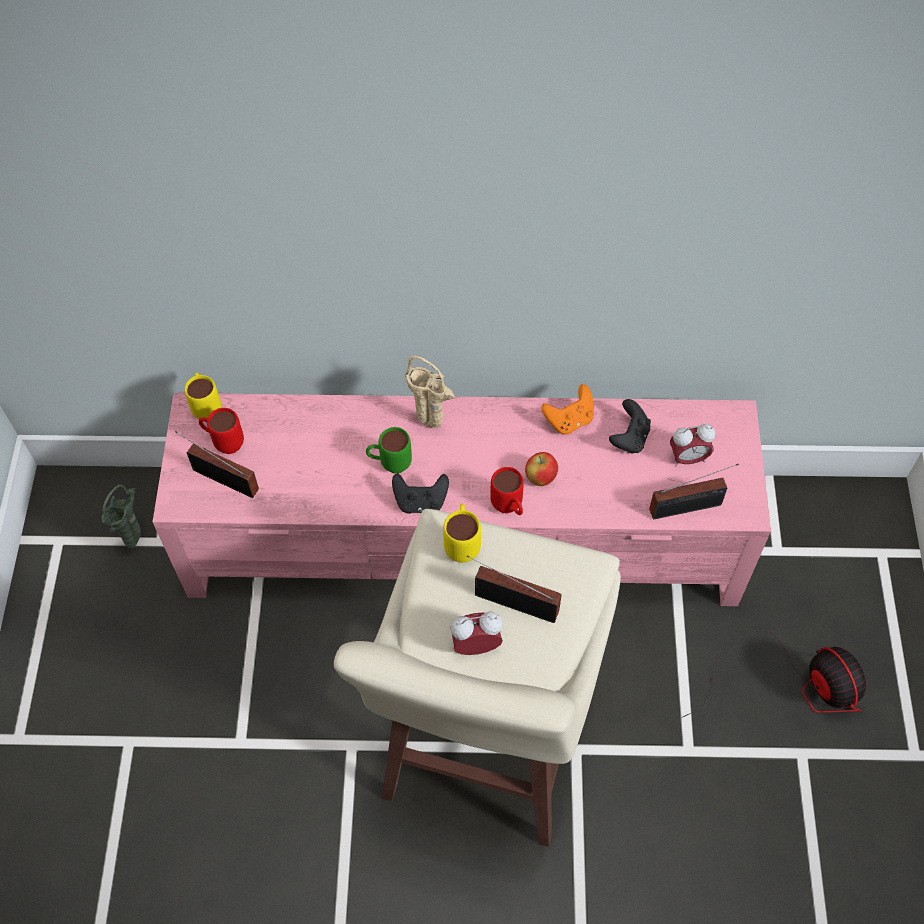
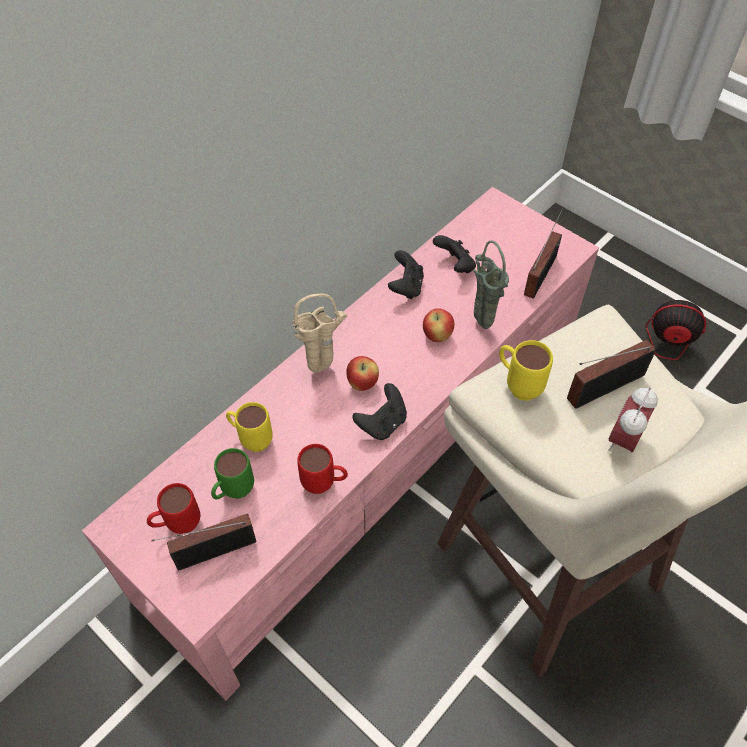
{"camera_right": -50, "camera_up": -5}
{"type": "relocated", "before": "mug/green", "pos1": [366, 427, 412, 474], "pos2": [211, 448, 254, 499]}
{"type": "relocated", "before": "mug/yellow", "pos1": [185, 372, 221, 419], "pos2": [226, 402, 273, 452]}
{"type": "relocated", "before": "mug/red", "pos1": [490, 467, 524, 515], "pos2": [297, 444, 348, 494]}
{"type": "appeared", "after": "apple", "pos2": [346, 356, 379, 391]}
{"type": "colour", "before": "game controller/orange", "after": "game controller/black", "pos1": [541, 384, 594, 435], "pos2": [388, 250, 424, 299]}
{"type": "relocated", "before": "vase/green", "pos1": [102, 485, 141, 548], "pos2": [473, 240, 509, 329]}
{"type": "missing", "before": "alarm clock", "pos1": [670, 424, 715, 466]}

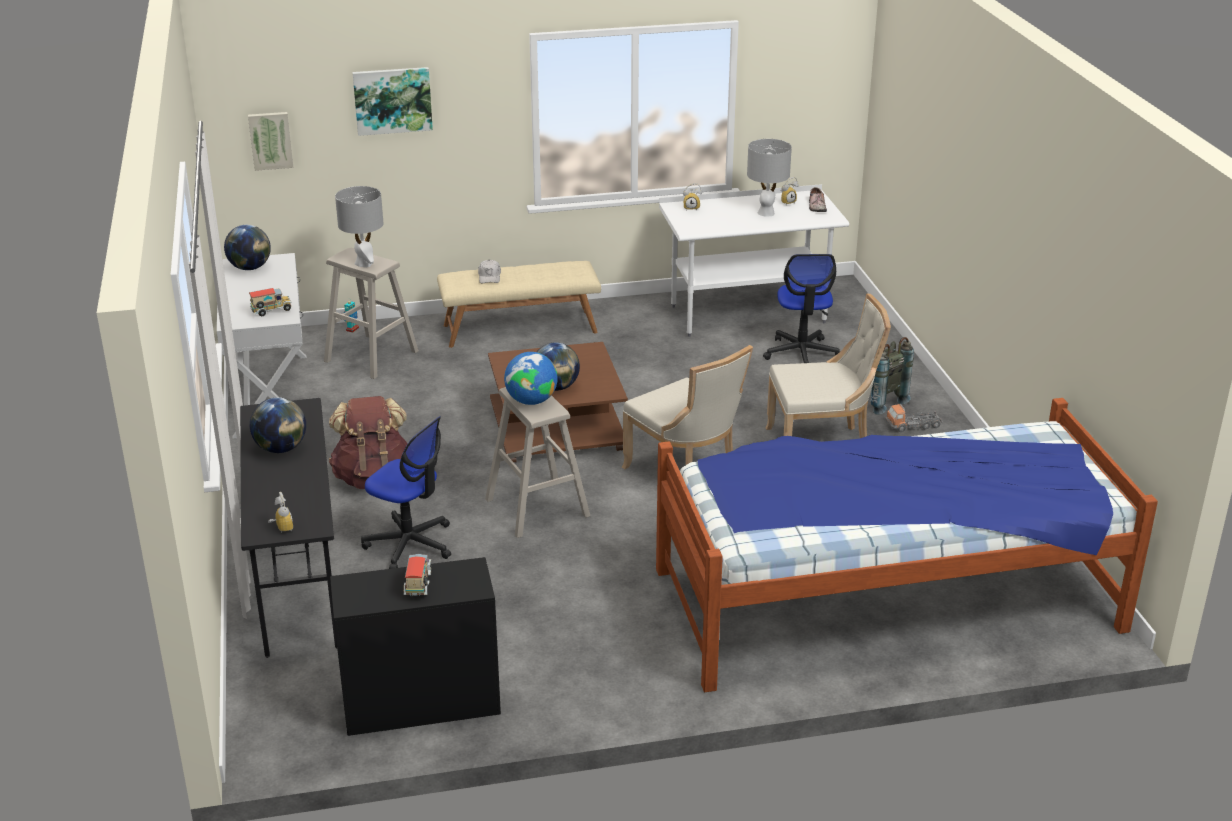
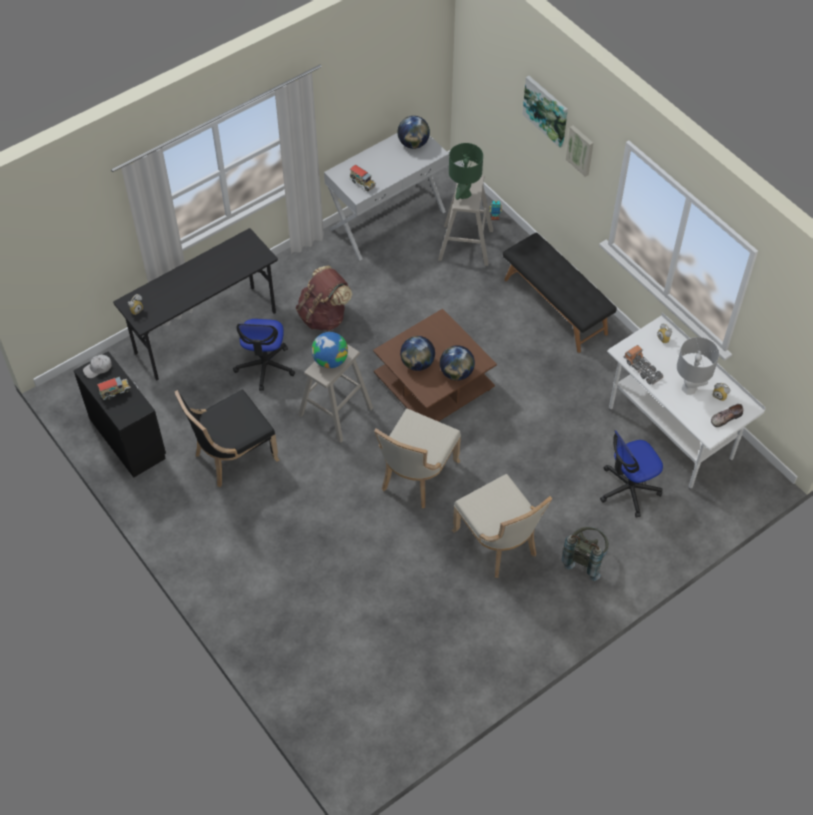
{"camera_right": 65, "camera_up": 25}
{"type": "relocated", "before": "cap/white", "pos1": [478, 260, 501, 283], "pos2": [83, 355, 112, 378]}
{"type": "appeared", "after": "chair/black", "pos2": [175, 390, 279, 487]}
{"type": "relocated", "before": "globe", "pos1": [250, 397, 306, 453], "pos2": [440, 345, 475, 381]}
{"type": "colour", "before": "table lamp/grey", "after": "table lamp/green", "pos1": [335, 186, 383, 267], "pos2": [449, 143, 483, 200]}
{"type": "colour", "before": "bench/beige", "after": "bench/black", "pos1": [437, 261, 601, 348], "pos2": [503, 233, 617, 353]}
{"type": "relocated", "before": "picture", "pos1": [248, 112, 293, 171], "pos2": [566, 125, 593, 177]}
{"type": "relocated", "before": "toy truck", "pos1": [885, 404, 943, 432], "pos2": [623, 345, 663, 385]}
{"type": "missing", "before": "bed", "pos1": [656, 398, 1158, 692]}

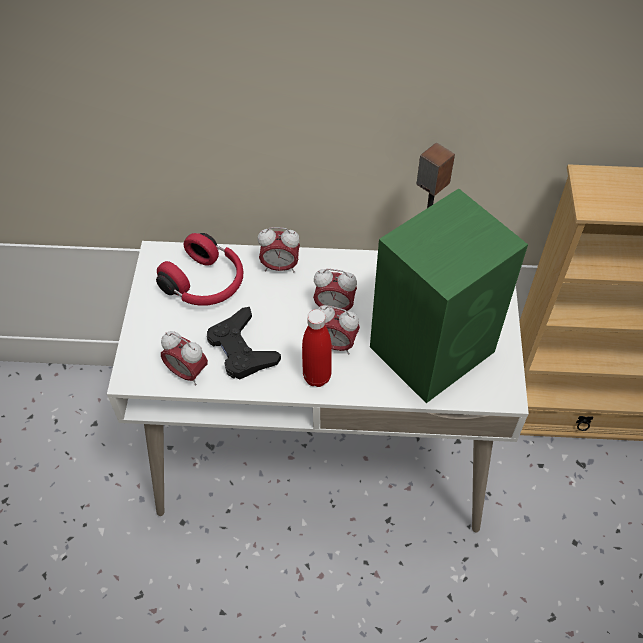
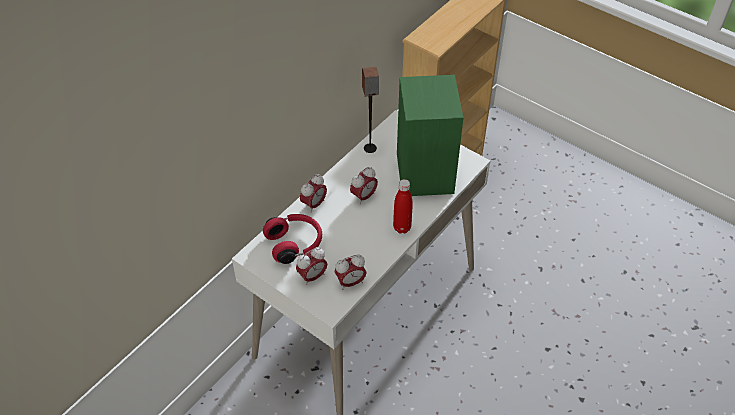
{"camera_right": -55, "camera_up": -5}
{"type": "relocated", "before": "alarm clock", "pos1": [318, 305, 360, 355], "pos2": [296, 247, 327, 285]}
{"type": "missing", "before": "game controller/black", "pos1": [207, 307, 281, 379]}

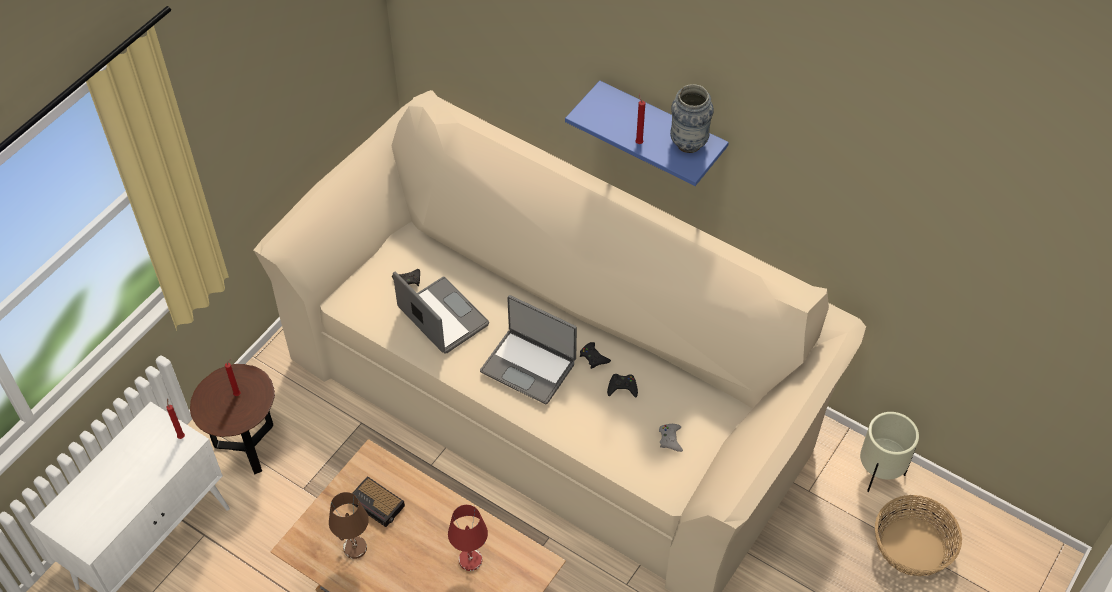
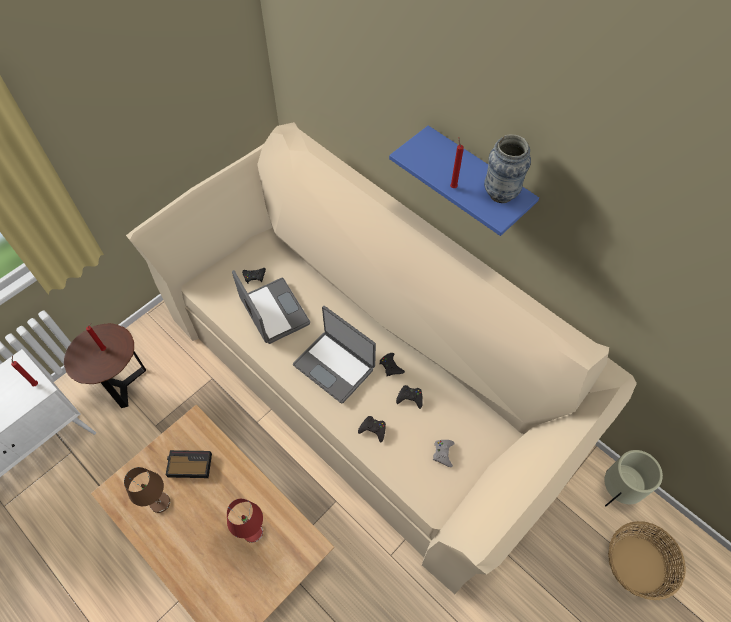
{"camera_right": 10, "camera_up": 5}
{"type": "spun", "before": "alarm clock", "pos1": [352, 476, 405, 527], "pos2": [166, 450, 212, 478], "turn": 135}
{"type": "appeared", "after": "game controller/black", "pos2": [358, 416, 386, 443]}

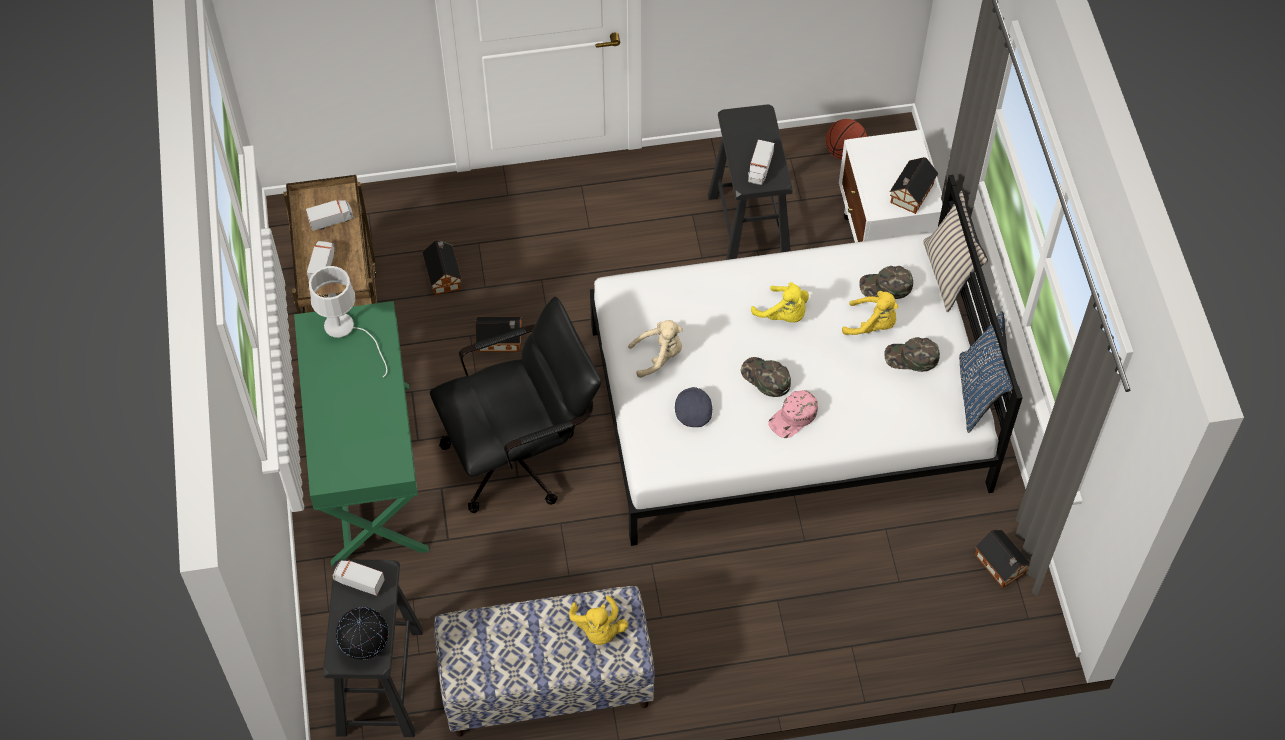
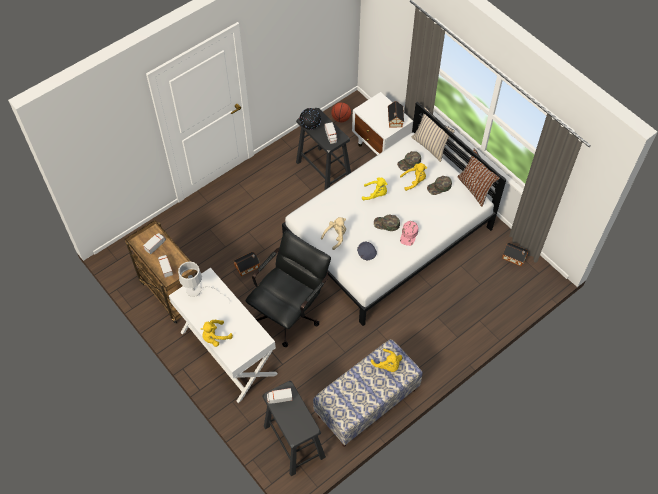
{"camera_right": -30, "camera_up": 0}
{"type": "colour", "before": "desk/green", "after": "desk/white", "pos1": [294, 301, 429, 566], "pos2": [169, 268, 278, 403]}
{"type": "appeared", "after": "plush toy/yellow", "pos2": [201, 320, 233, 347]}
{"type": "relocated", "before": "globe", "pos1": [336, 607, 389, 660], "pos2": [299, 108, 321, 130]}
{"type": "colour", "before": "pillow/blue", "after": "pillow/brown", "pos1": [959, 311, 1013, 433], "pos2": [457, 149, 500, 207]}
{"type": "missing", "before": "toy house", "pos1": [422, 240, 462, 295]}

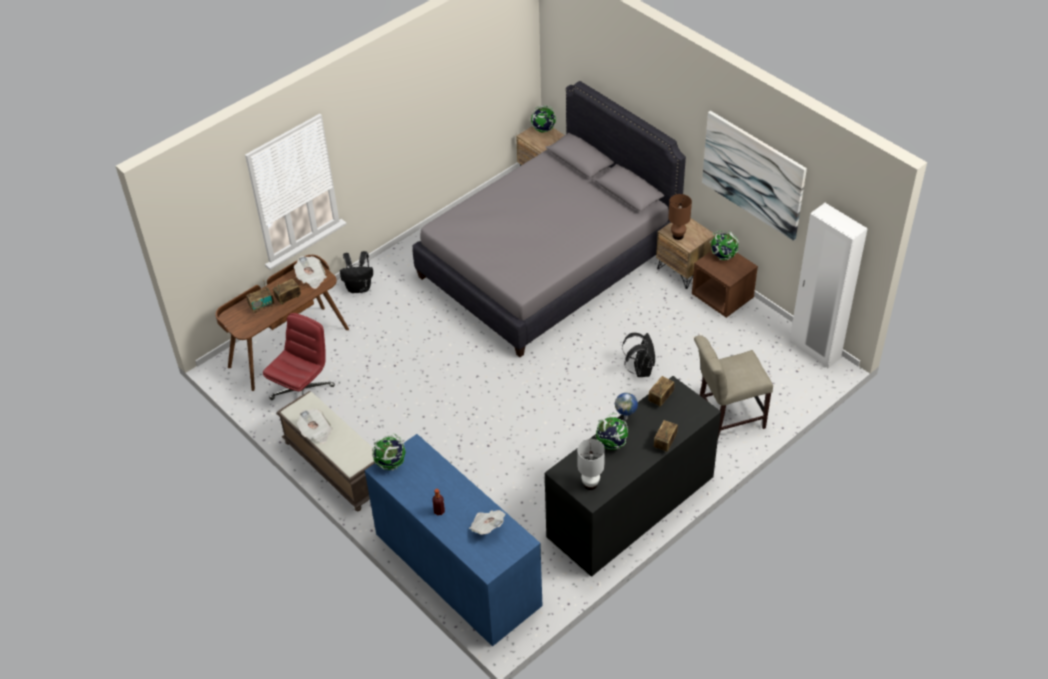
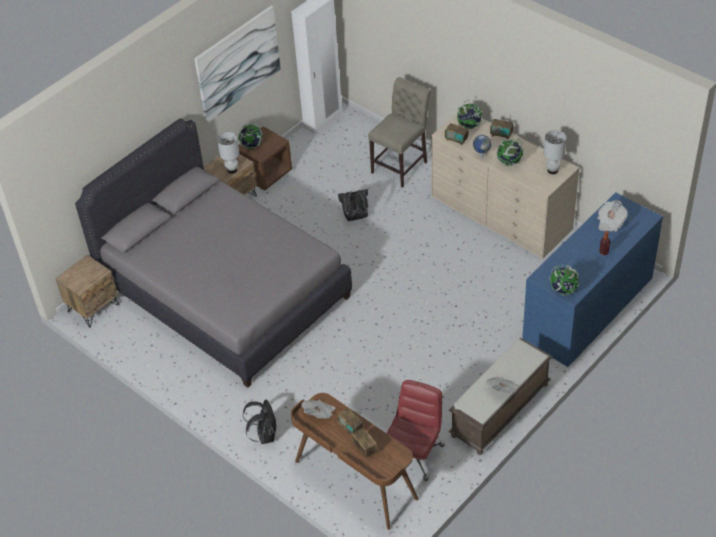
{"camera_right": -95, "camera_up": 0}
{"type": "colour", "before": "table lamp/brown", "after": "table lamp/white", "pos1": [668, 194, 692, 240], "pos2": [217, 132, 239, 174]}
{"type": "spun", "before": "chair/beige", "pos1": [694, 335, 773, 438], "pos2": [368, 77, 431, 188], "turn": -120}
{"type": "spun", "before": "office chair/red", "pos1": [263, 313, 335, 400], "pos2": [387, 380, 445, 481], "turn": 90}
{"type": "colour", "before": "dresser/black", "after": "dresser/beige", "pos1": [545, 376, 721, 577], "pos2": [431, 113, 579, 258]}
{"type": "relocated", "before": "globe", "pos1": [531, 105, 556, 133], "pos2": [457, 100, 483, 129]}

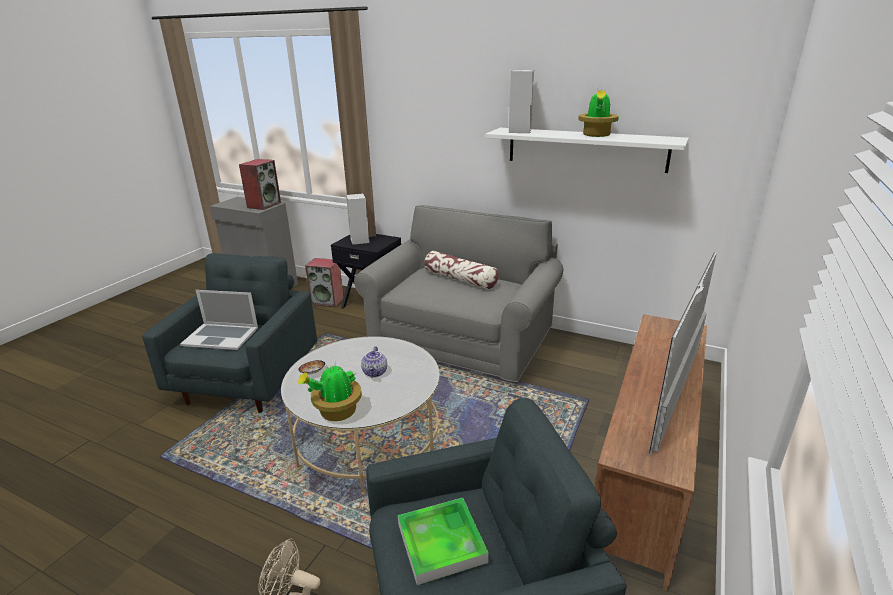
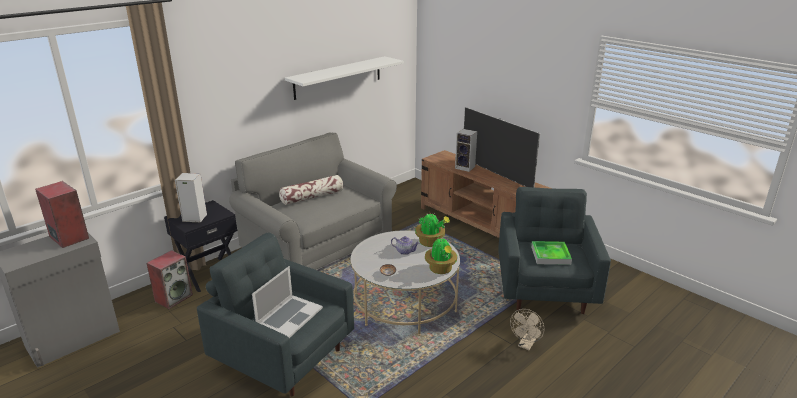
{"camera_right": -70, "camera_up": 0}
{"type": "relocated", "before": "potted plant", "pos1": [578, 90, 619, 137], "pos2": [415, 213, 450, 247]}
{"type": "relocated", "before": "speaker", "pos1": [509, 70, 534, 133], "pos2": [455, 129, 477, 172]}

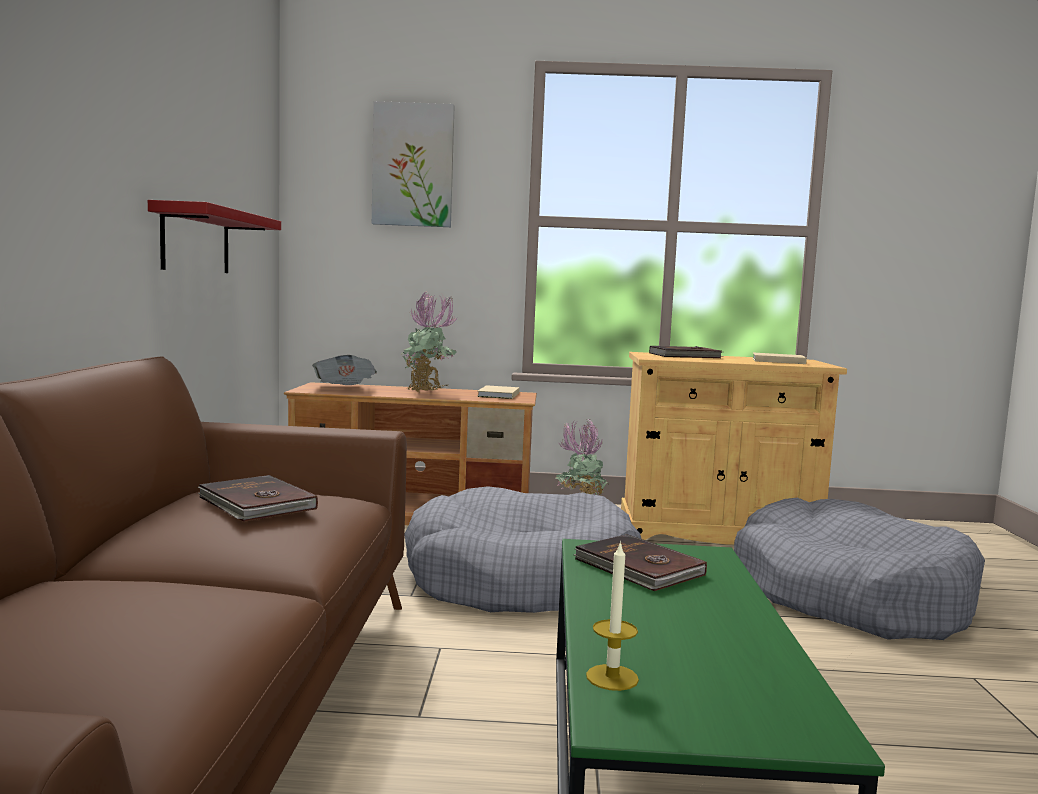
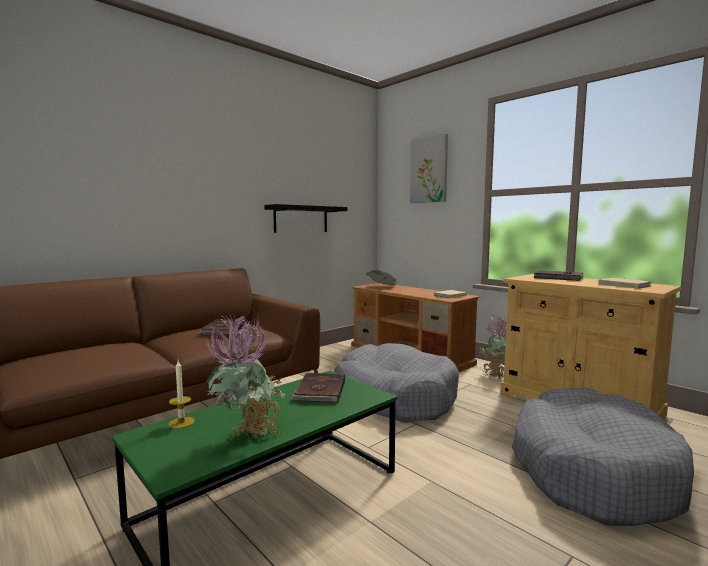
{"camera_right": 45, "camera_up": 0}
{"type": "relocated", "before": "potted plant", "pos1": [401, 291, 457, 392], "pos2": [205, 312, 285, 442]}
{"type": "colour", "before": "shelf/red", "after": "shelf/black", "pos1": [148, 200, 281, 273], "pos2": [265, 204, 347, 233]}

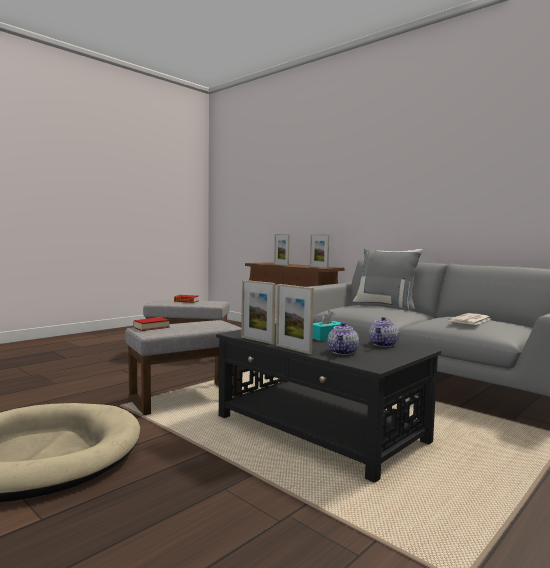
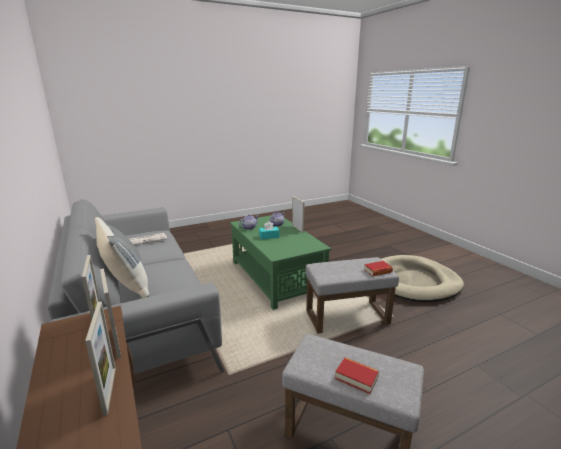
{"camera_right": -160, "camera_up": 15}
{"type": "relocated", "before": "picture frame", "pos1": [241, 280, 276, 344], "pos2": [100, 269, 121, 358]}
{"type": "colour", "before": "coffee table/black", "after": "coffee table/green", "pos1": [216, 323, 441, 483], "pos2": [230, 216, 331, 310]}

